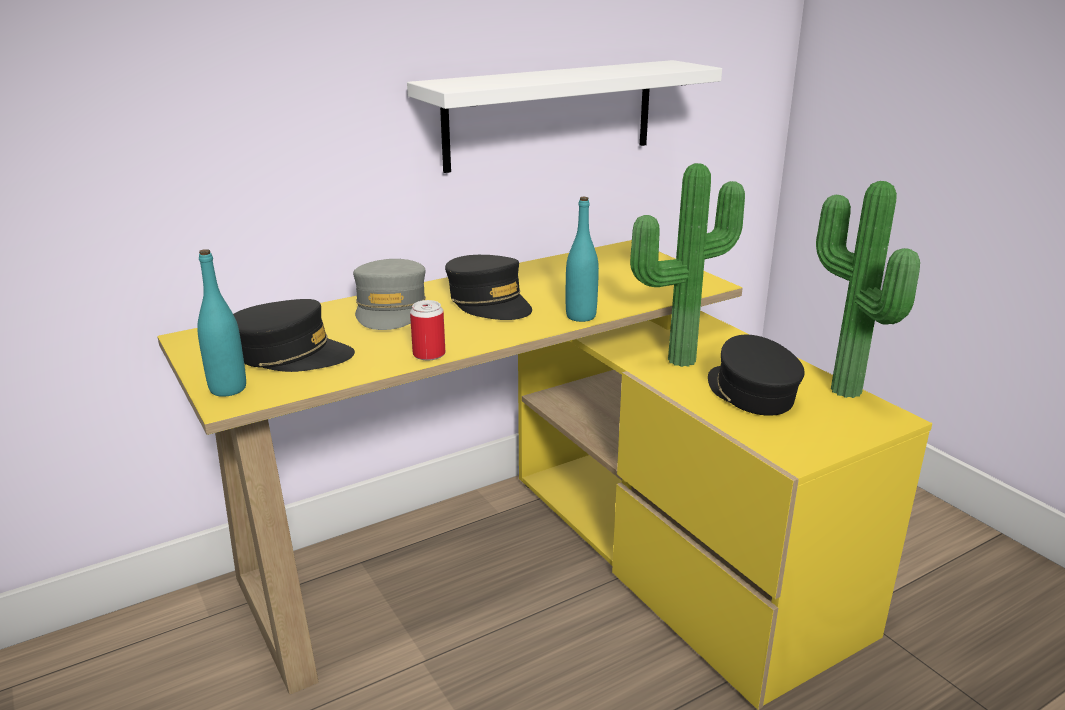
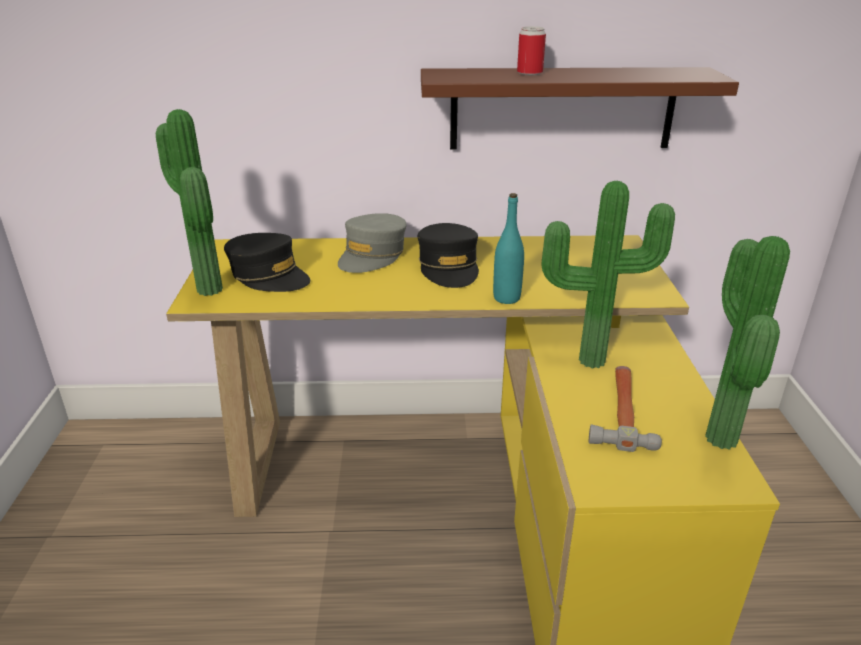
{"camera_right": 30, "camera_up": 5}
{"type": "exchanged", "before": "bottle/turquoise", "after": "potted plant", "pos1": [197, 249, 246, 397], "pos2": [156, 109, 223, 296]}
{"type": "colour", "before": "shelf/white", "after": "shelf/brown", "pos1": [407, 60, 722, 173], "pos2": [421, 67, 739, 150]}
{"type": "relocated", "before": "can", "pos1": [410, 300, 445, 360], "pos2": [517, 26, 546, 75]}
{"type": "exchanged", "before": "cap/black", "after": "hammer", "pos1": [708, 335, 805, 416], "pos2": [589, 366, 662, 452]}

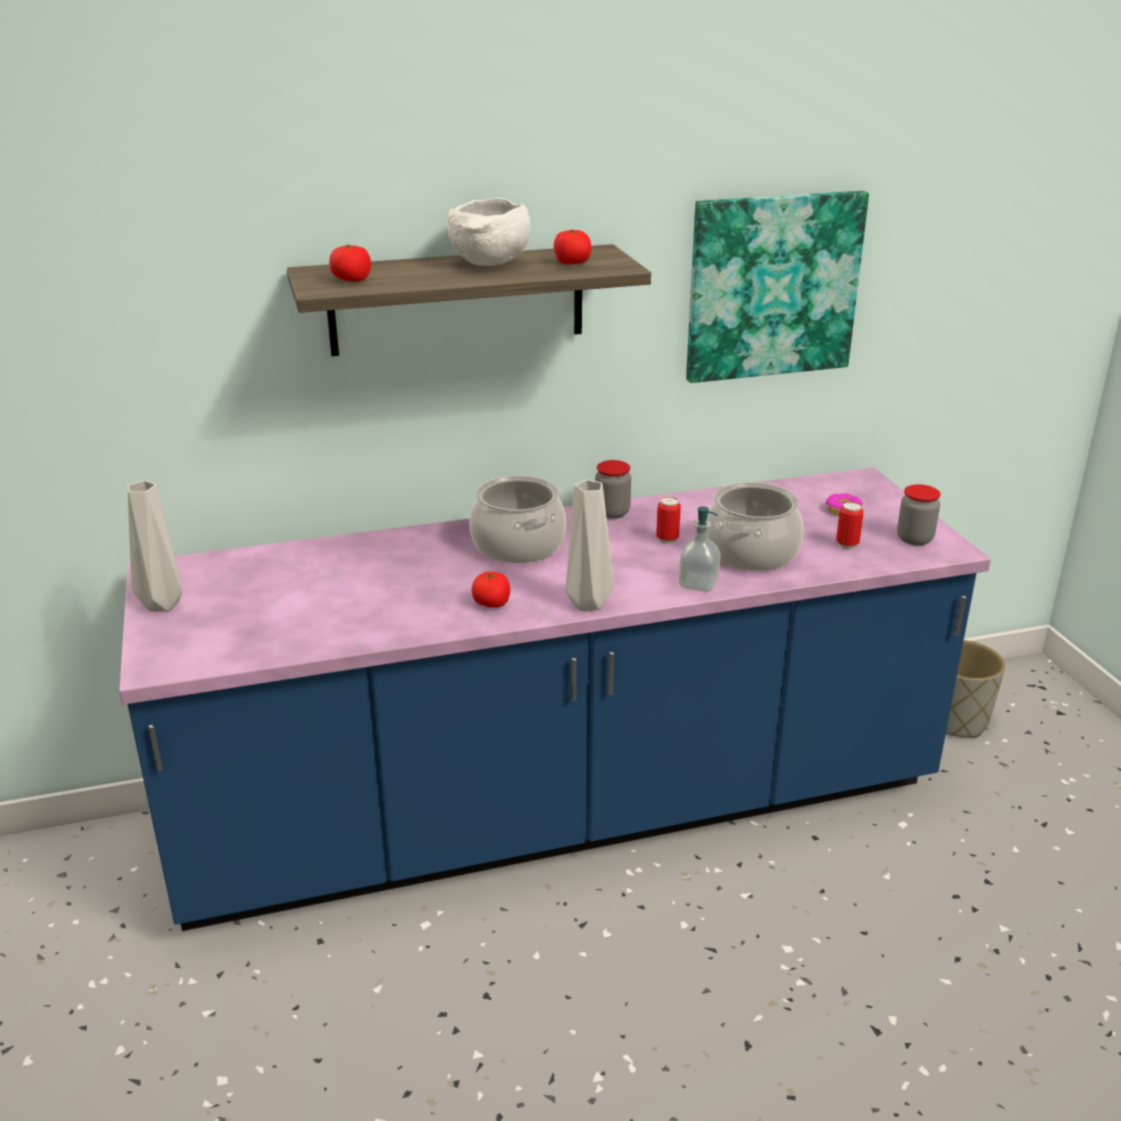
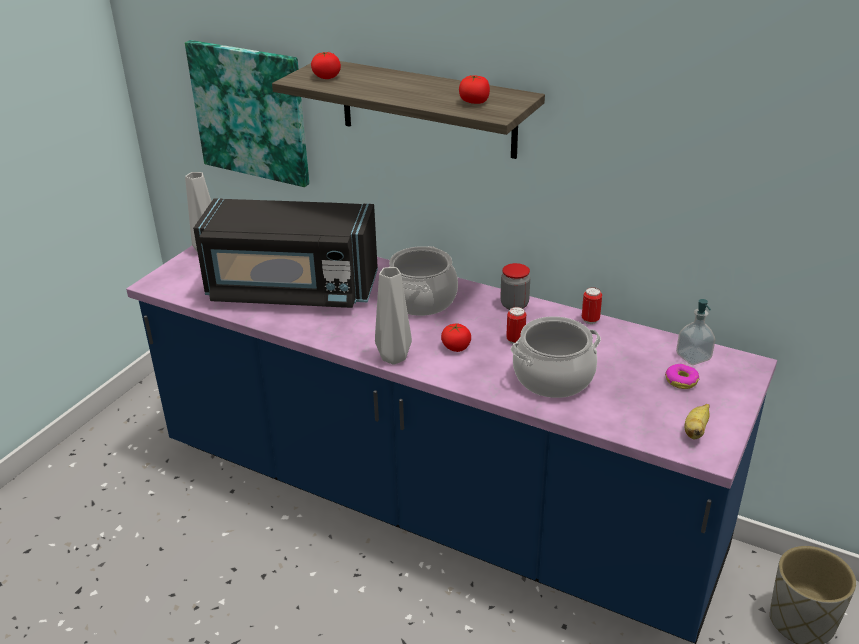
{"camera_right": 45, "camera_up": 5}
{"type": "relocated", "before": "picture", "pos1": [686, 191, 869, 383], "pos2": [185, 40, 309, 187]}
{"type": "appeared", "after": "microwave/black", "pos2": [193, 198, 378, 308]}
{"type": "relocated", "before": "tomato", "pos1": [472, 572, 510, 608], "pos2": [441, 323, 471, 352]}
{"type": "relocated", "before": "can", "pos1": [836, 502, 864, 549], "pos2": [582, 287, 602, 324]}
{"type": "relocated", "before": "soap dispenser", "pos1": [679, 506, 720, 592], "pos2": [676, 299, 716, 365]}
{"type": "exchanged", "before": "jar", "after": "banana", "pos1": [897, 484, 941, 546], "pos2": [684, 404, 710, 440]}
{"type": "missing", "before": "bowl/white", "pos1": [447, 198, 531, 266]}

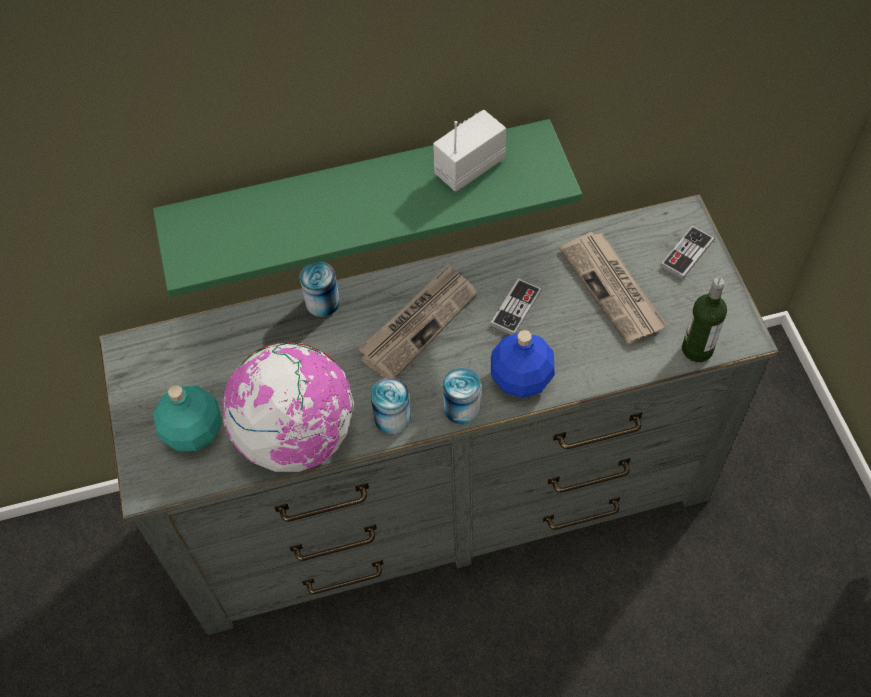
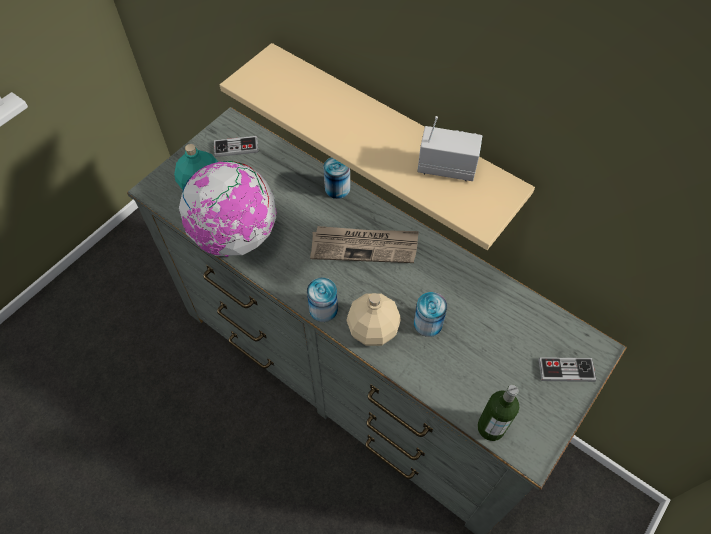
{"camera_right": 50, "camera_up": 0}
{"type": "relocated", "before": "game controller", "pos1": [490, 278, 542, 335], "pos2": [214, 136, 258, 157]}
{"type": "colour", "before": "shelf/green", "after": "shelf/beige", "pos1": [153, 119, 582, 297], "pos2": [220, 43, 535, 250]}
{"type": "colour", "before": "bottle/blue", "after": "bottle/beige", "pos1": [491, 330, 555, 398], "pos2": [346, 293, 401, 346]}
{"type": "relocated", "before": "can", "pos1": [371, 378, 411, 434], "pos2": [414, 292, 447, 337]}
{"type": "missing", "before": "newspaper", "pos1": [559, 232, 667, 344]}

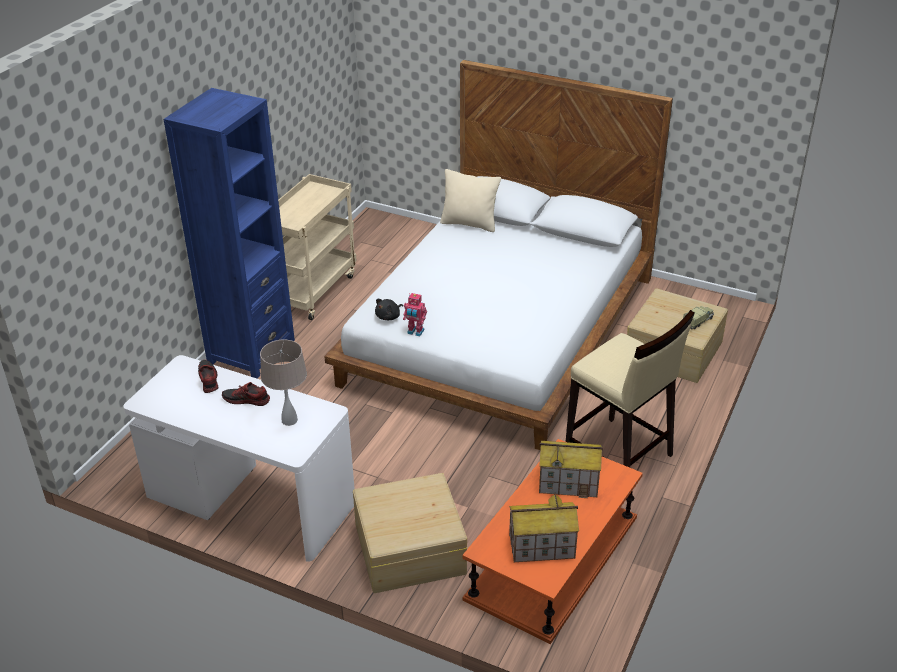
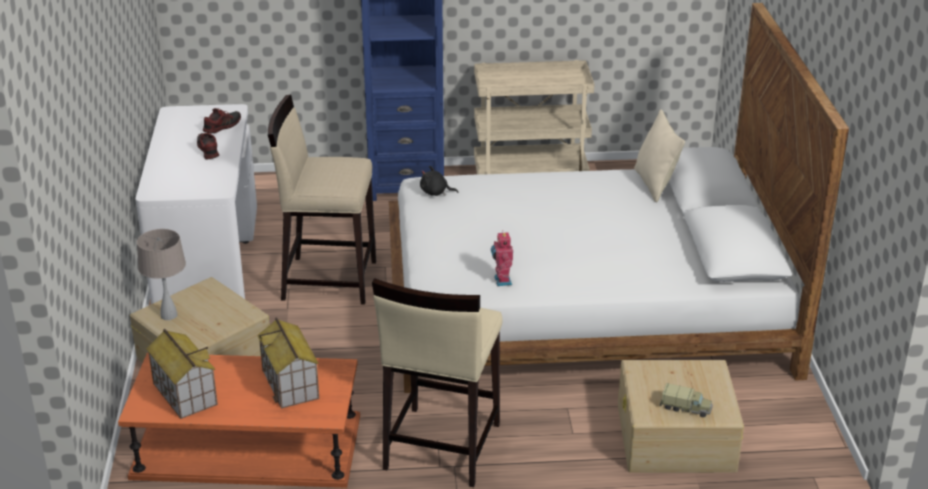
{"camera_right": 60, "camera_up": -5}
{"type": "relocated", "before": "table lamp/beige", "pos1": [260, 339, 307, 426], "pos2": [137, 229, 186, 320]}
{"type": "appeared", "after": "stool/beige", "pos2": [268, 95, 376, 305]}
{"type": "relocated", "before": "toy robot", "pos1": [403, 293, 427, 336], "pos2": [491, 232, 513, 286]}

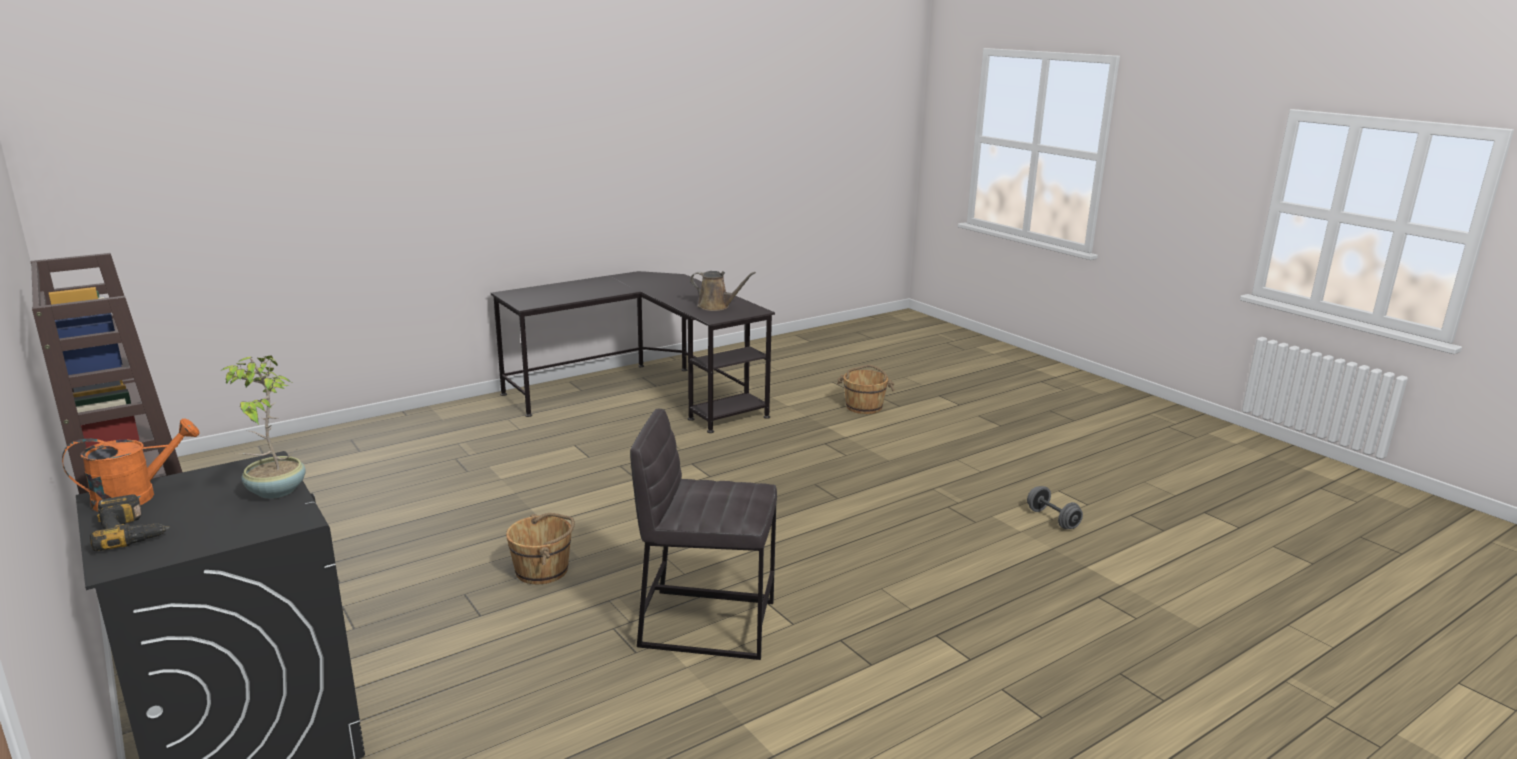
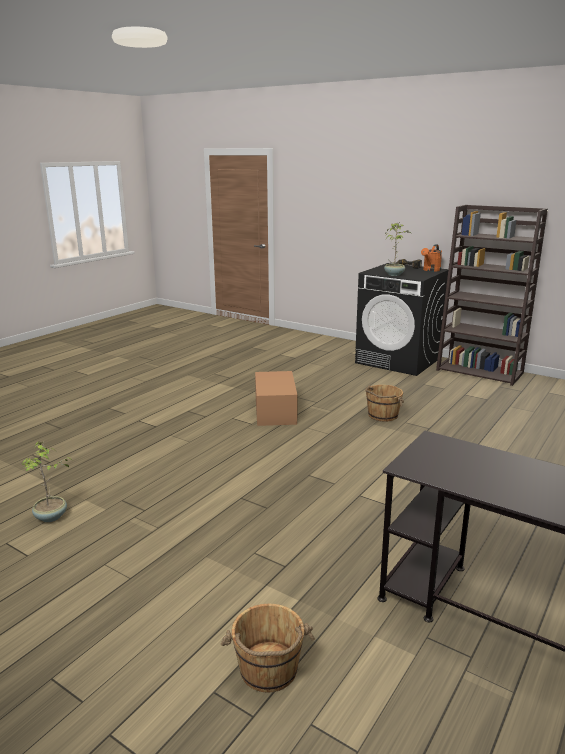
{"camera_right": 160, "camera_up": 0}
{"type": "exchanged", "before": "dumbbell/grey", "after": "potted plant", "pos1": [1027, 486, 1083, 529], "pos2": [21, 441, 72, 522]}
{"type": "exchanged", "before": "stool/grey", "after": "cardboard box", "pos1": [630, 409, 777, 660], "pos2": [255, 371, 297, 426]}
{"type": "missing", "before": "watering can/brown", "pos1": [690, 271, 756, 311]}

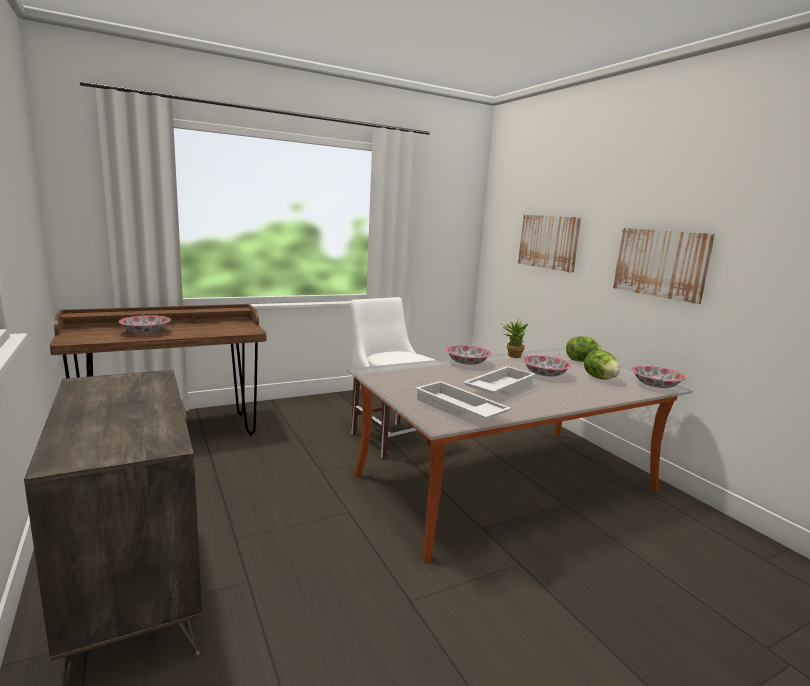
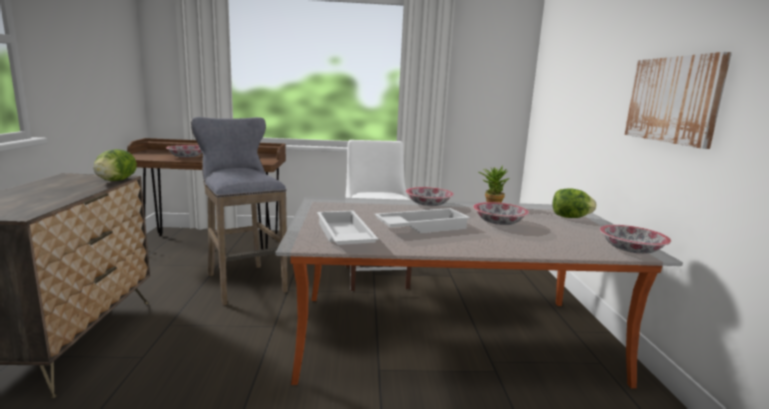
{"camera_right": 25, "camera_up": 0}
{"type": "relocated", "before": "lettuce", "pos1": [584, 350, 620, 380], "pos2": [94, 149, 137, 181]}
{"type": "appeared", "after": "stool/grey", "pos2": [191, 117, 288, 305]}
{"type": "missing", "before": "picture", "pos1": [518, 215, 581, 272]}

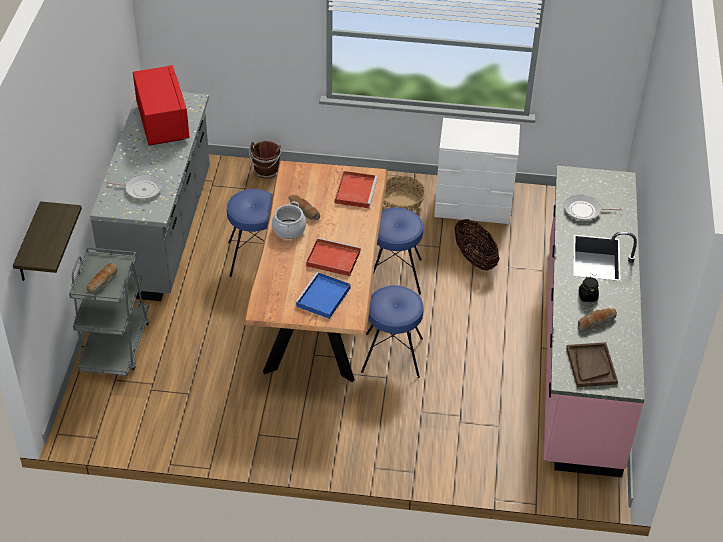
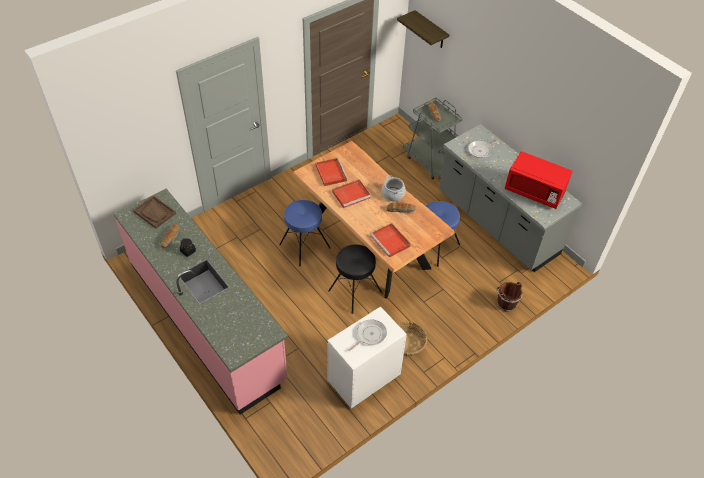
{"camera_right": 135, "camera_up": 5}
{"type": "colour", "before": "tray/blue", "after": "tray/red", "pos1": [295, 272, 351, 319], "pos2": [315, 158, 348, 186]}
{"type": "colour", "before": "stool/blue", "after": "stool/black", "pos1": [373, 207, 423, 294], "pos2": [328, 245, 382, 314]}
{"type": "relocated", "before": "frying pan", "pos1": [564, 195, 622, 220], "pos2": [348, 319, 387, 351]}
{"type": "missing", "before": "basket", "pos1": [455, 219, 500, 271]}

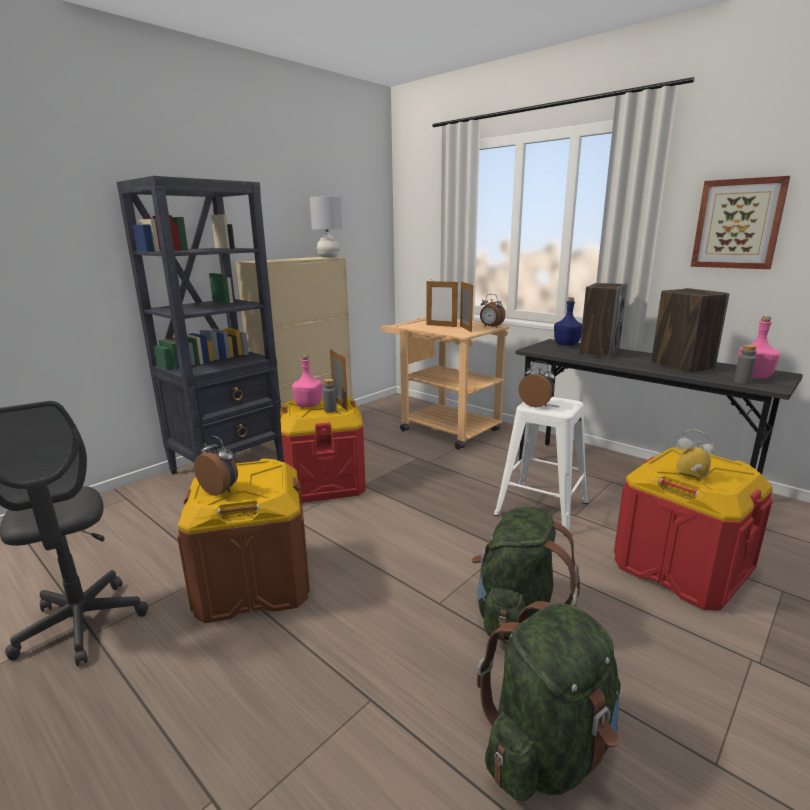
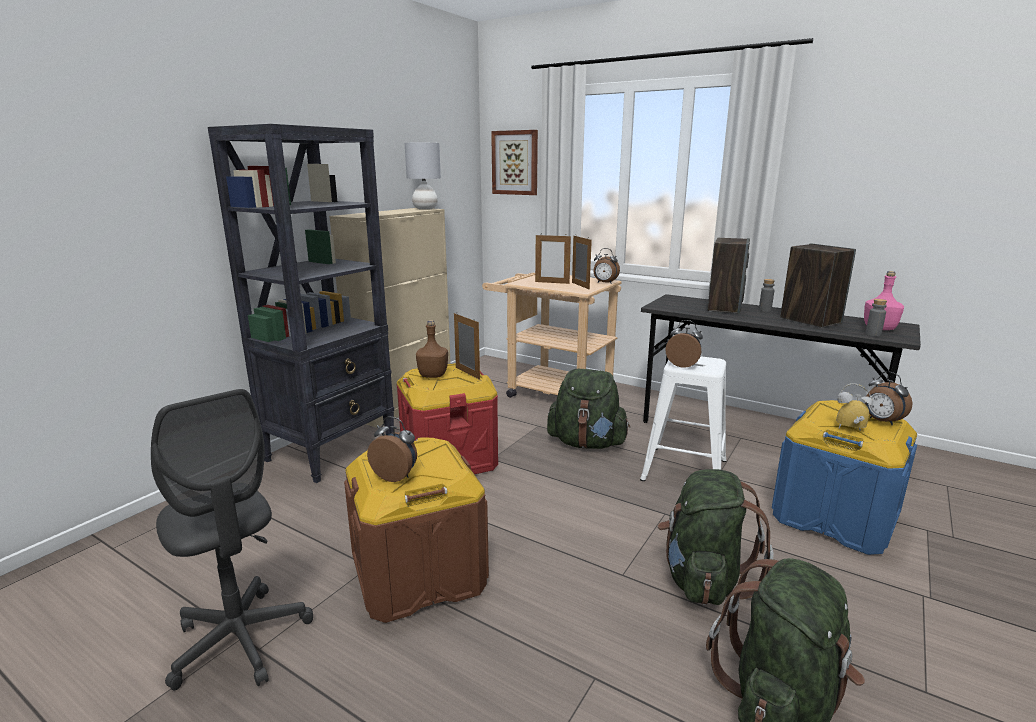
{"camera_right": -10, "camera_up": 0}
{"type": "colour", "before": "bottle/pink", "after": "bottle/brown", "pos1": [292, 355, 323, 407], "pos2": [416, 320, 448, 378]}
{"type": "relocated", "before": "picture", "pos1": [691, 176, 790, 269], "pos2": [491, 130, 538, 195]}
{"type": "appeared", "after": "backpack/green", "pos2": [547, 369, 630, 449]}
{"type": "relocated", "before": "bottle/grey", "pos1": [323, 379, 337, 413], "pos2": [759, 279, 775, 312]}
{"type": "colour", "before": "storage box/red", "after": "storage box/blue", "pos1": [614, 447, 773, 611], "pos2": [772, 400, 917, 555]}
{"type": "appeared", "after": "alarm clock", "pos2": [864, 371, 912, 425]}
{"type": "missing", "before": "bottle/blue", "pos1": [554, 297, 582, 346]}

